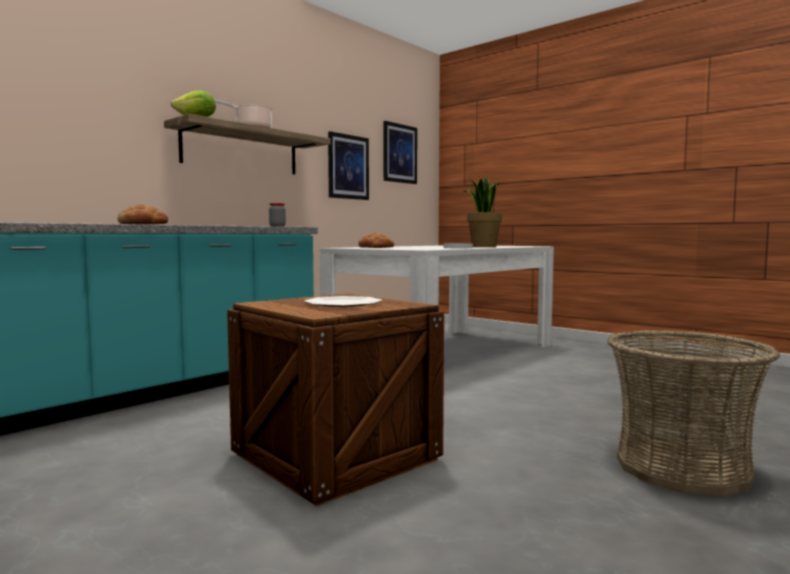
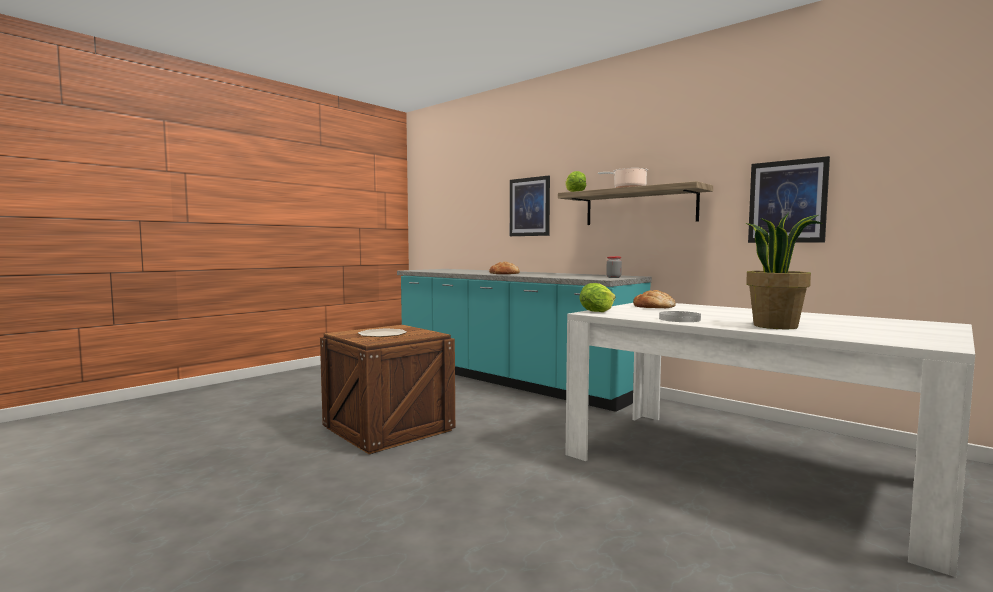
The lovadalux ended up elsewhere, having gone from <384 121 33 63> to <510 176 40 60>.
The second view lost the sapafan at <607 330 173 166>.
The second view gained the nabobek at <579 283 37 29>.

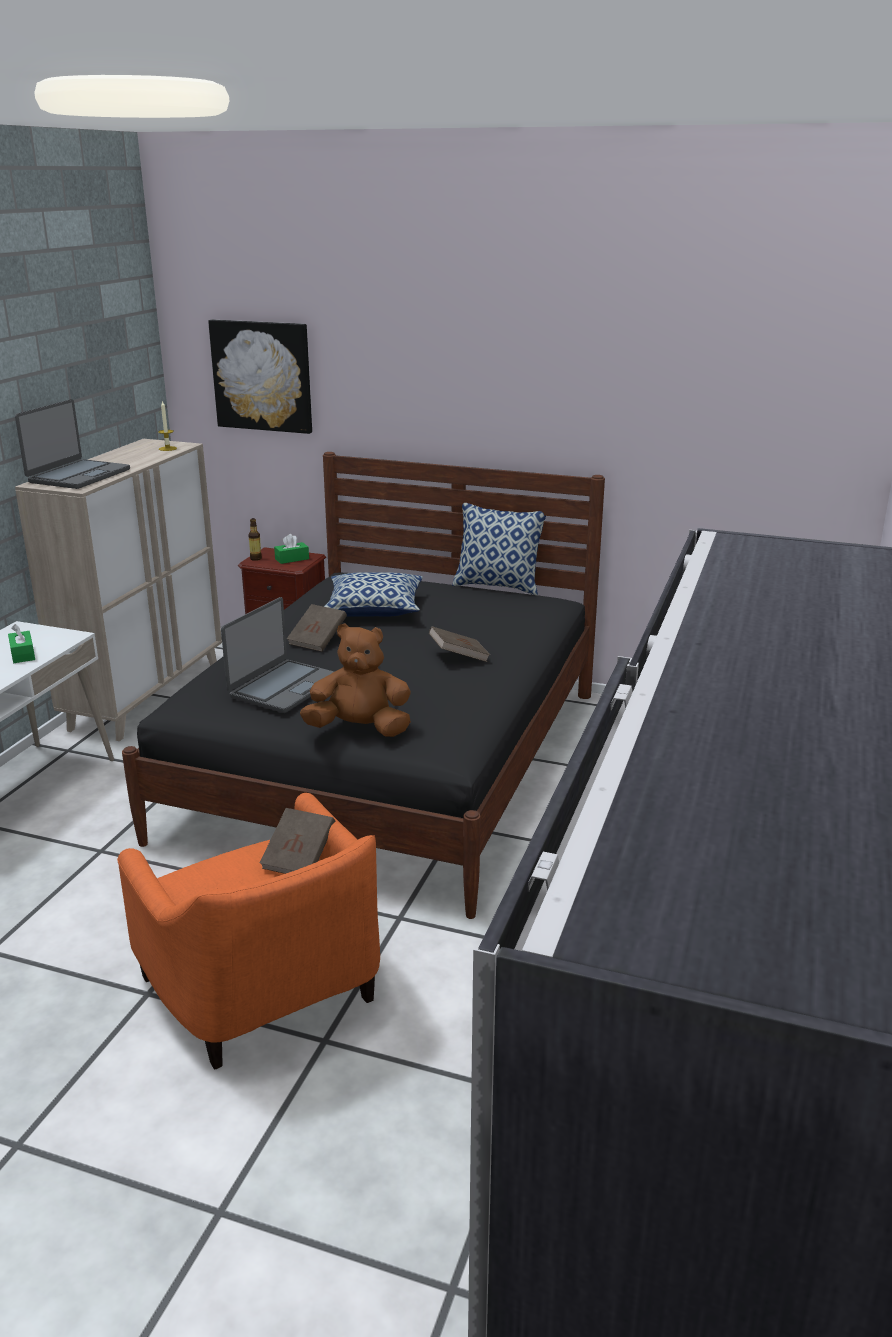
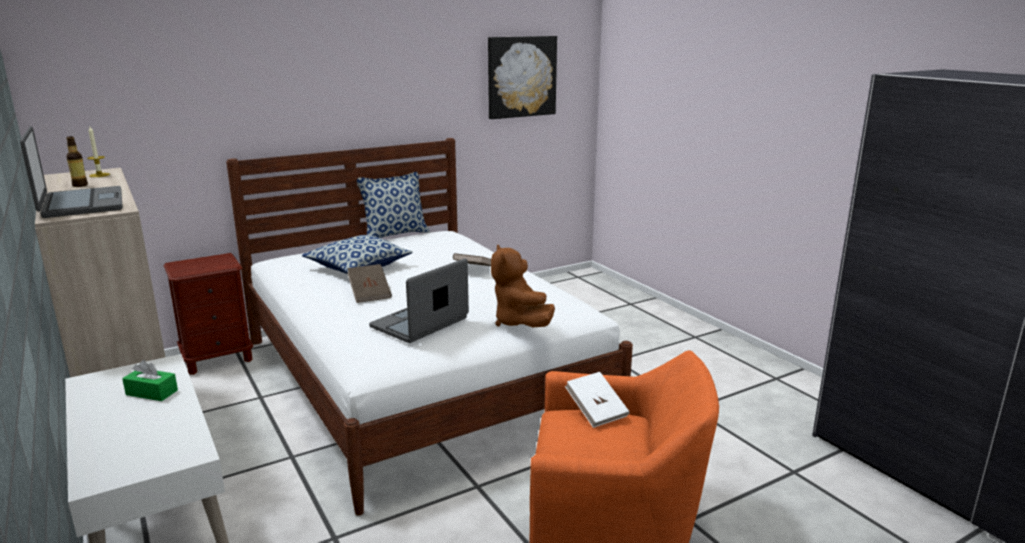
The lovadalux ended up elsewhere, having gone from <208 320 104 114> to <488 36 69 83>.
What was the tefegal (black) at <122 452 483 467> turned into the tefegal (white) at <226 138 407 378>.
The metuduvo ended up elsewhere, having gone from <248 518 14 43> to <66 136 22 51>.
The second view lost the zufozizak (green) at <274 534 35 30>.
The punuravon at <221 597 113 116> ended up facing another way, 120 degrees counterclockwise from before.
The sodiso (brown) at <300 624 111 113> ended up facing another way, 60 degrees counterclockwise from before.
What was the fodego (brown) at <260 808 75 66> turned into the fodego (white) at <565 372 64 56>.

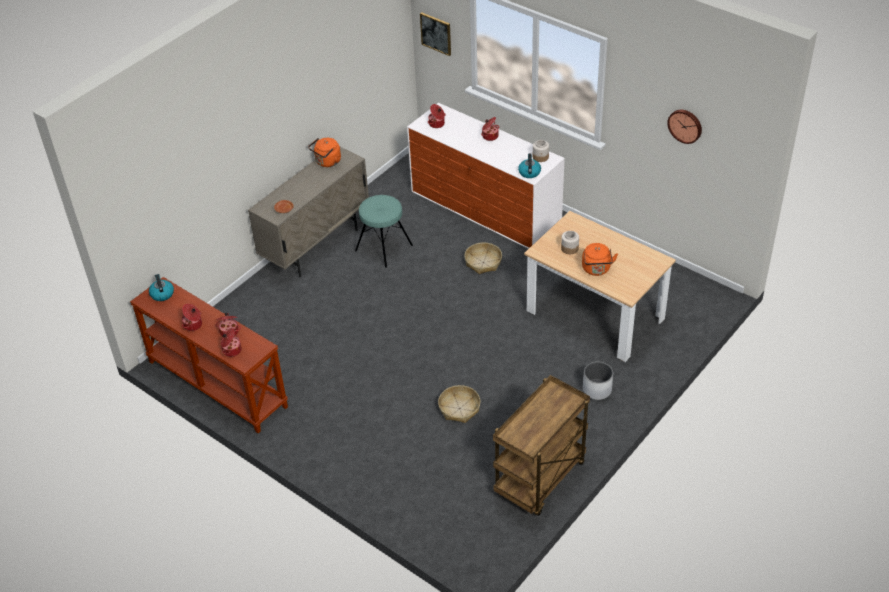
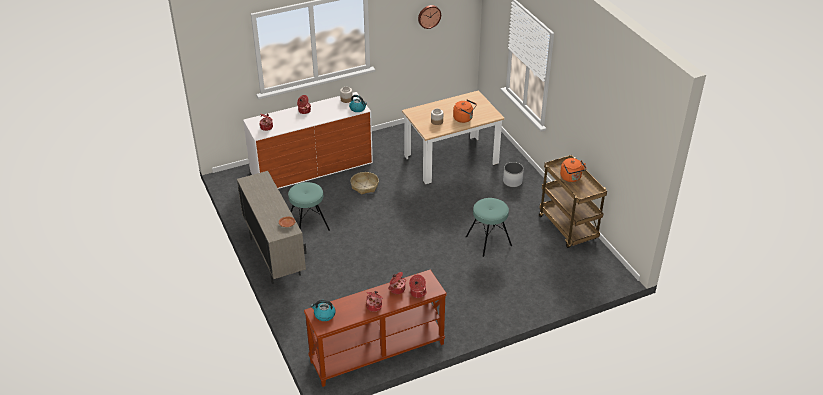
The second view lost the lovadalux at <420 12 31 44>.
The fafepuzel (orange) ended up elsewhere, having gone from <308 138 33 29> to <560 158 26 24>.
Where the sapafan stood at <438 385 42 38>, the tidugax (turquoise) came to stand at <466 198 46 59>.

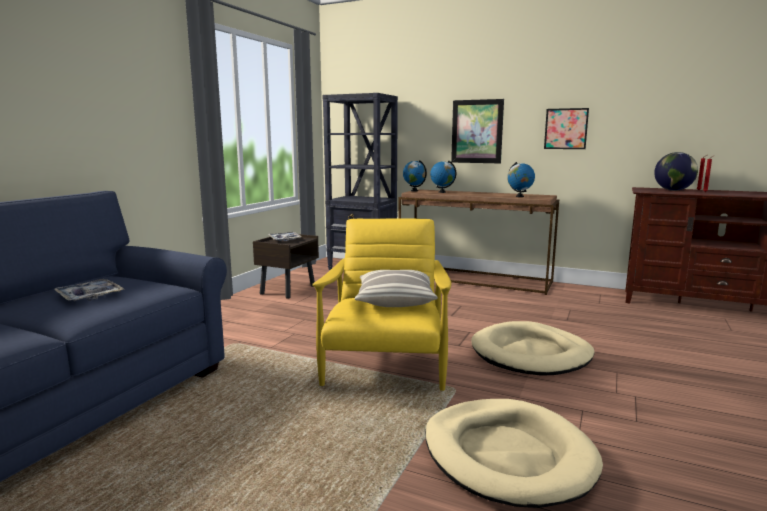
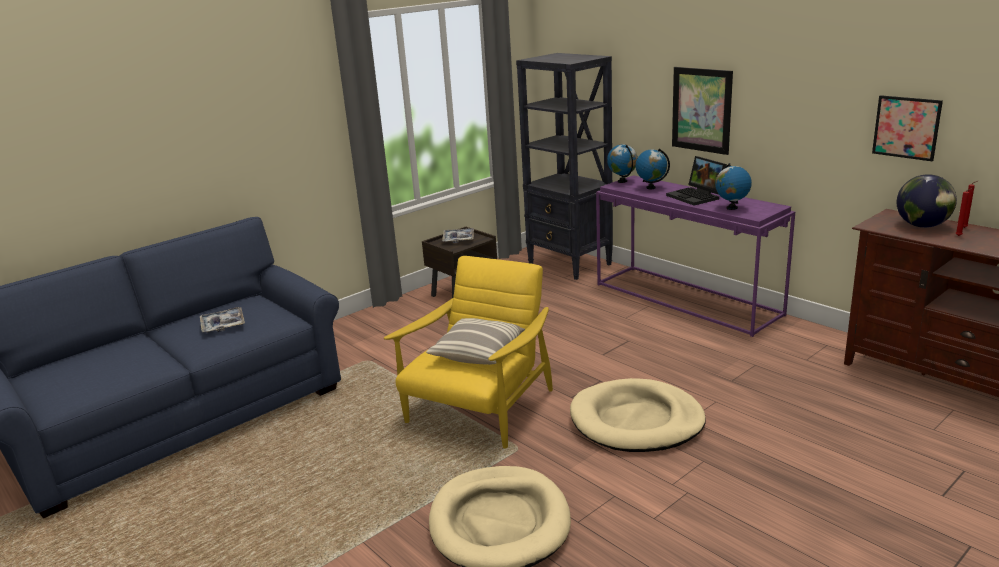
The lovadalux ended up elsewhere, having gone from <544 108 45 41> to <872 95 71 66>.
What was the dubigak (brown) at <398 189 161 106> turned into the dubigak (purple) at <596 175 199 162>.
The second view gained the punuravon at <666 156 61 50>.

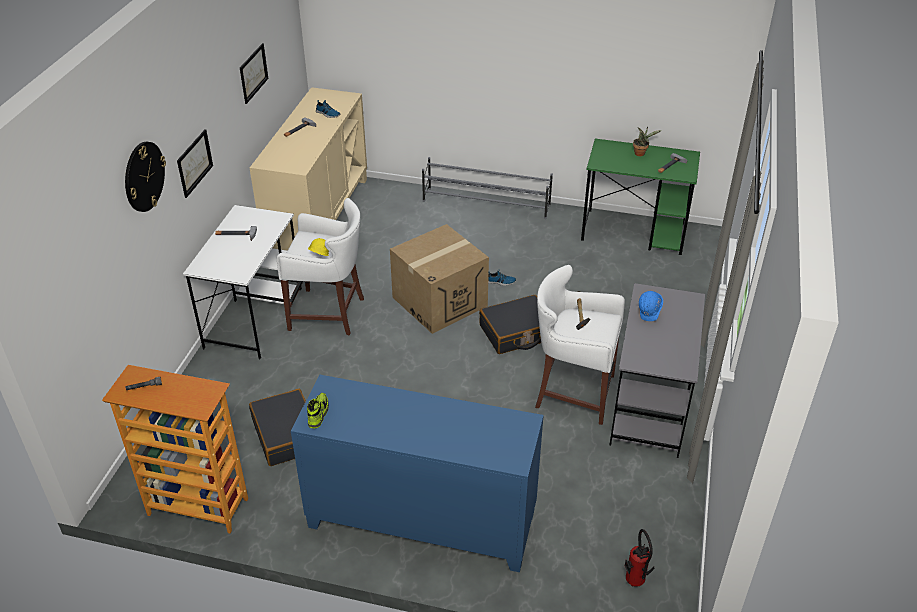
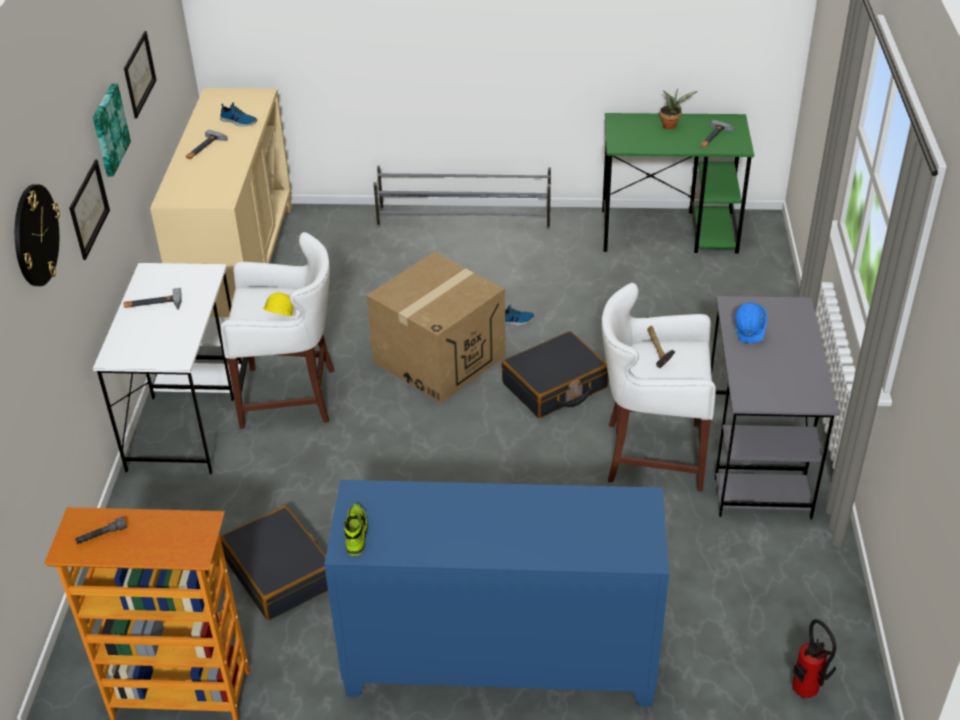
The second view gained the lovadalux at <93 83 38 93>.

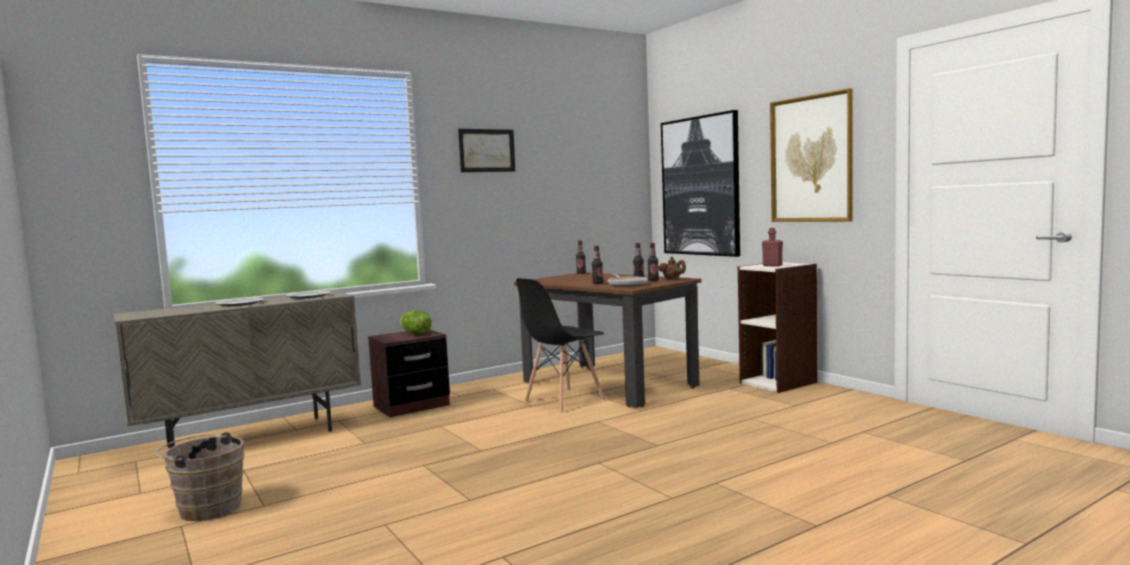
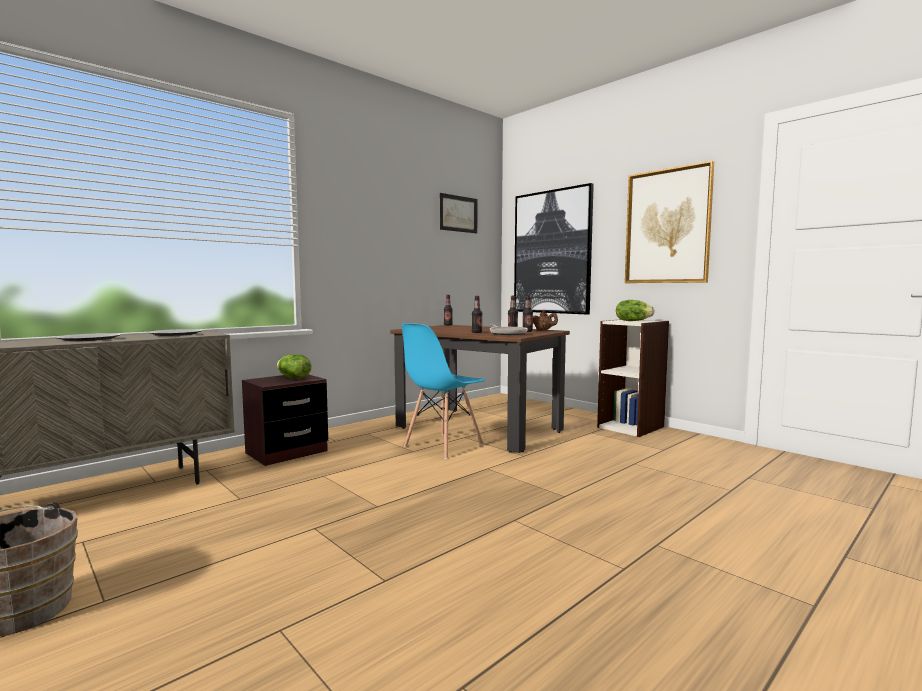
The lovadalux ended up elsewhere, having gone from <458 129 58 43> to <440 193 37 40>.
Where the metuduvo (red) stood at <762 228 21 38>, the nabobek came to stand at <616 300 39 21>.
What was the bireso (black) at <516 278 89 135> turned into the bireso (blue) at <402 323 83 136>.

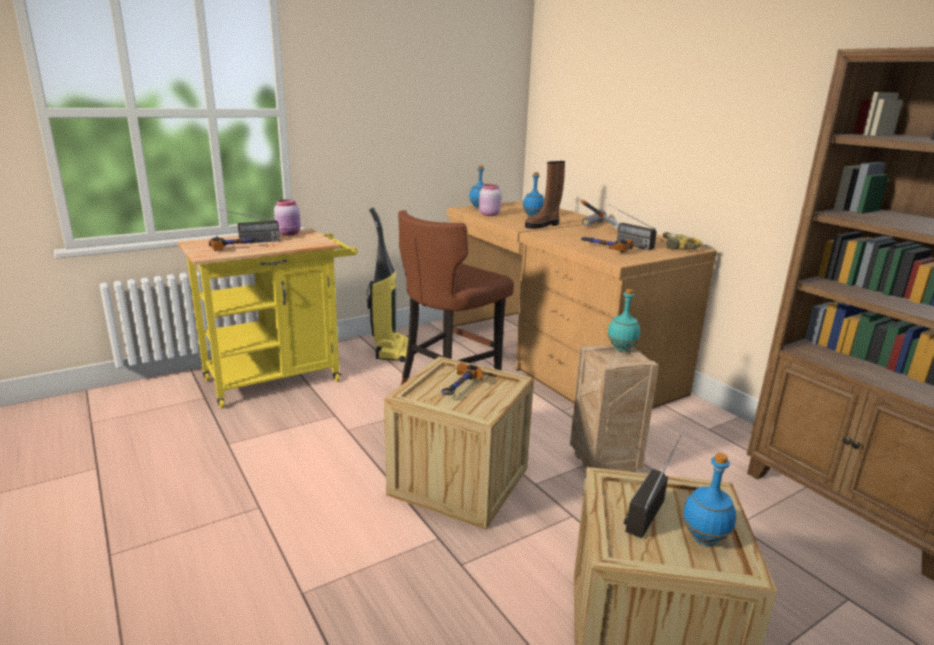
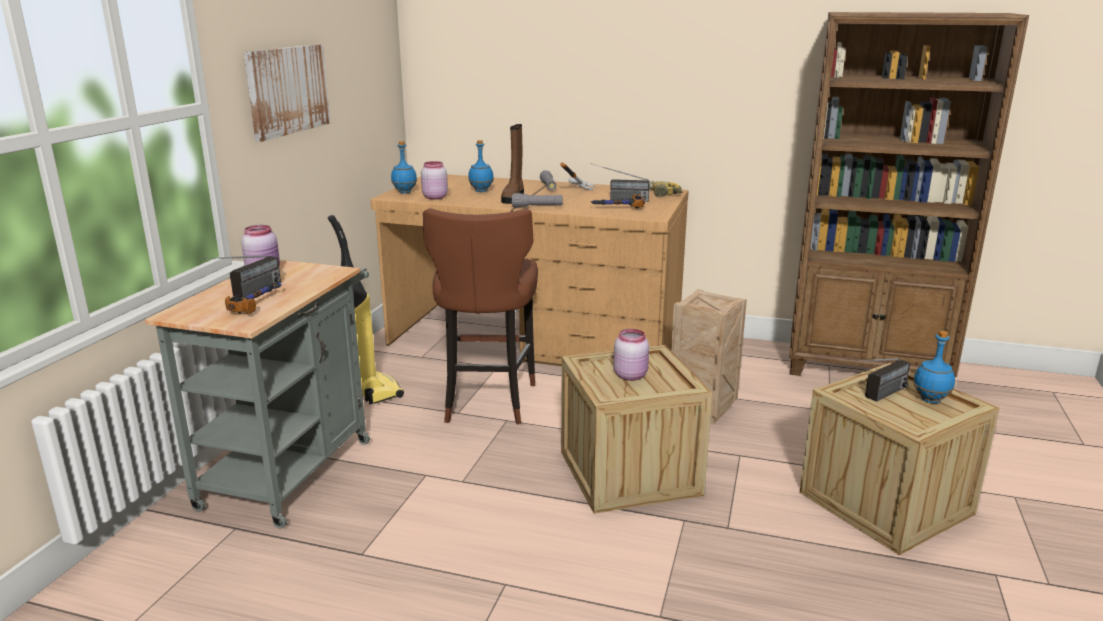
What was the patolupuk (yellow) at <178 228 179 181> turned into the patolupuk (grey) at <145 260 225 268>.
The second view lost the metuduvo (turquoise) at <607 289 33 63>.
Where the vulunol stood at <441 362 42 33>, the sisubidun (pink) came to stand at <614 329 35 52>.
The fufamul at <624 435 58 103> ended up facing another way, 120 degrees counterclockwise from before.
The second view gained the lovadalux at <244 44 86 98>.
The second view gained the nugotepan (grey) at <512 193 51 14>.

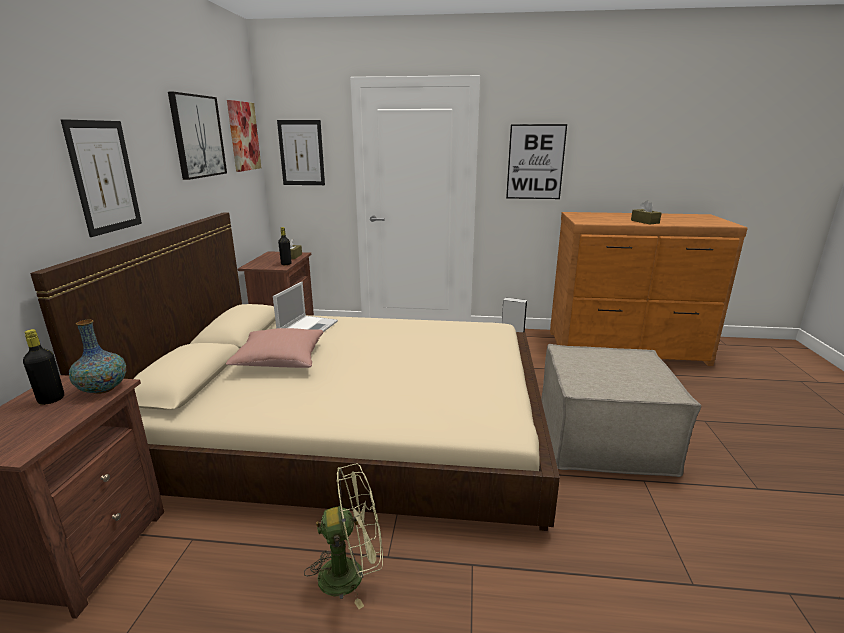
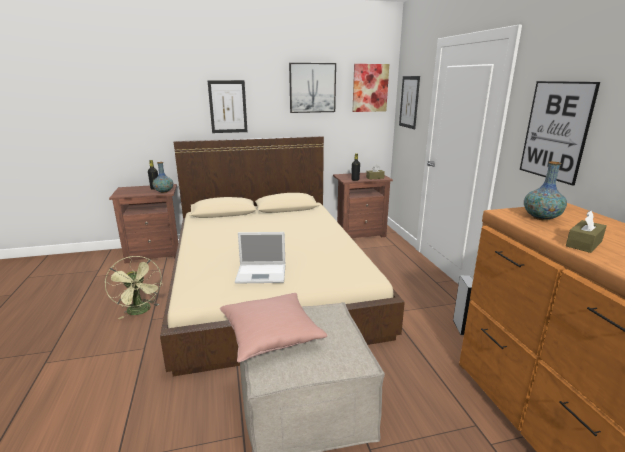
The punuravon ended up elsewhere, having gone from <273 282 65 49> to <235 232 50 52>.
The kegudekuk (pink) ended up elsewhere, having gone from <226 328 98 40> to <220 293 108 69>.
The second view gained the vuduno at <524 161 43 60>.

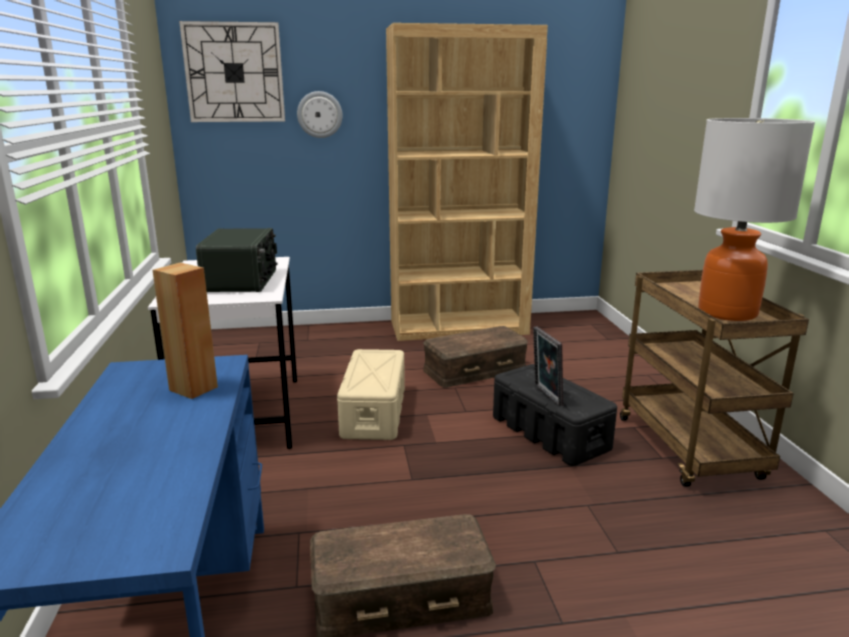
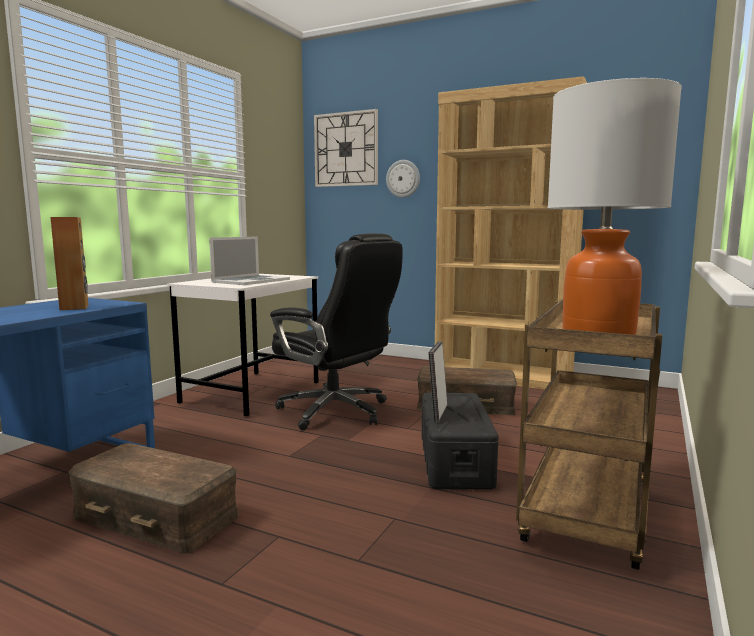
Where the fufamul stood at <196 228 82 64>, the punuravon came to stand at <209 236 81 49>.
Where the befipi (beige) stood at <337 349 68 91>, the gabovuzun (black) came to stand at <270 233 133 197>.

